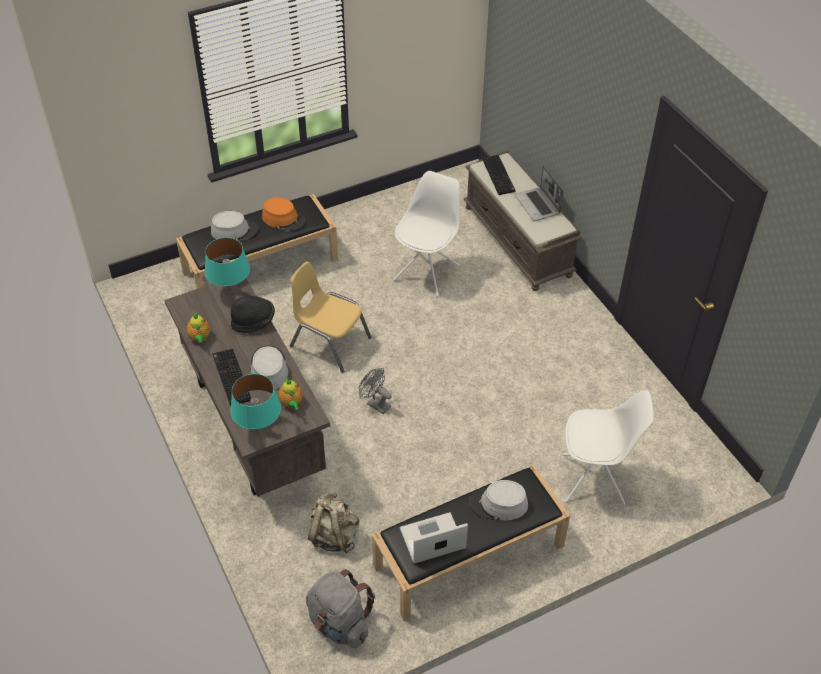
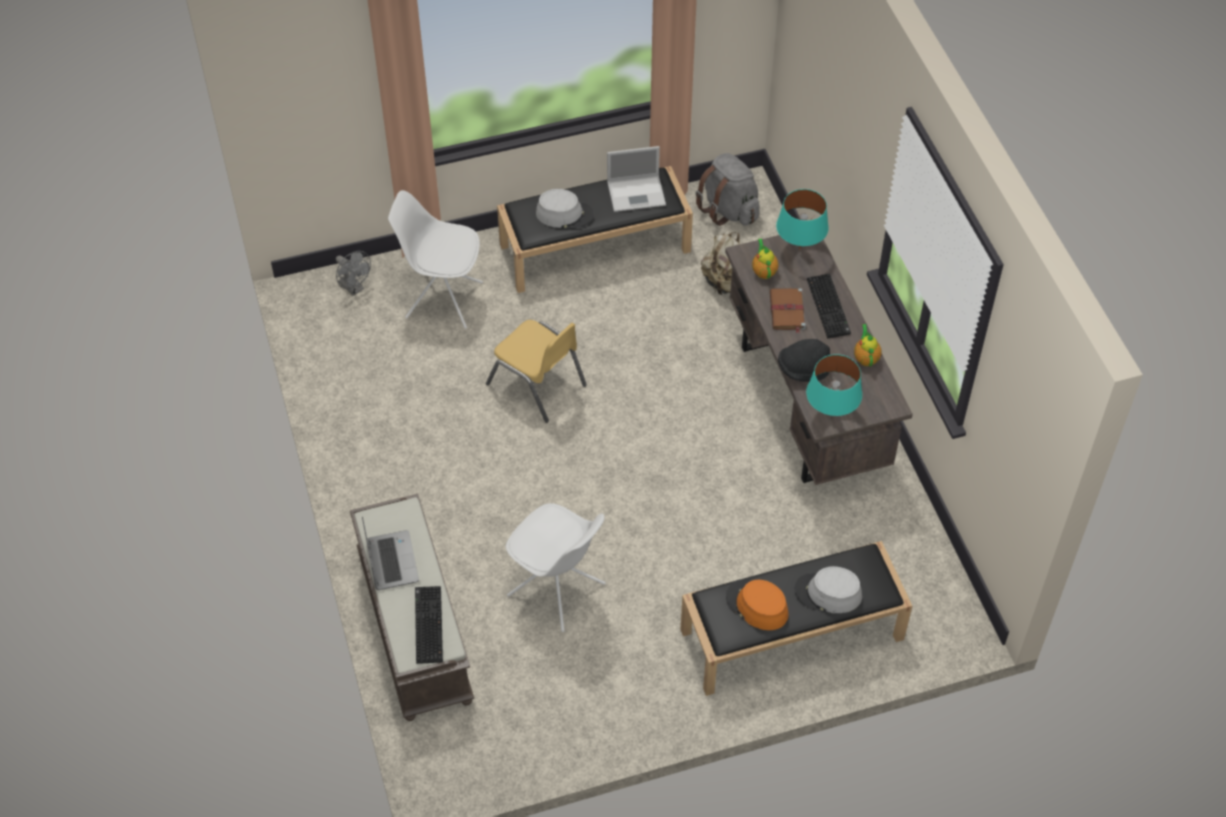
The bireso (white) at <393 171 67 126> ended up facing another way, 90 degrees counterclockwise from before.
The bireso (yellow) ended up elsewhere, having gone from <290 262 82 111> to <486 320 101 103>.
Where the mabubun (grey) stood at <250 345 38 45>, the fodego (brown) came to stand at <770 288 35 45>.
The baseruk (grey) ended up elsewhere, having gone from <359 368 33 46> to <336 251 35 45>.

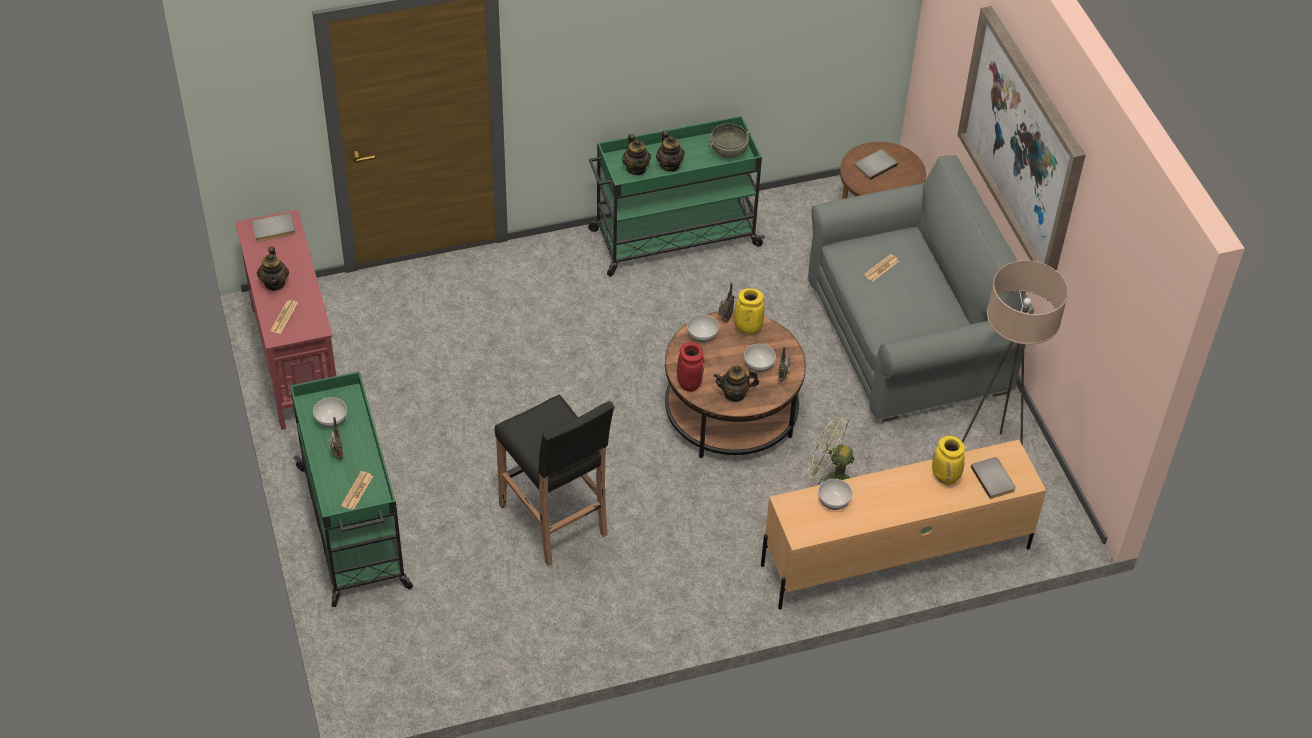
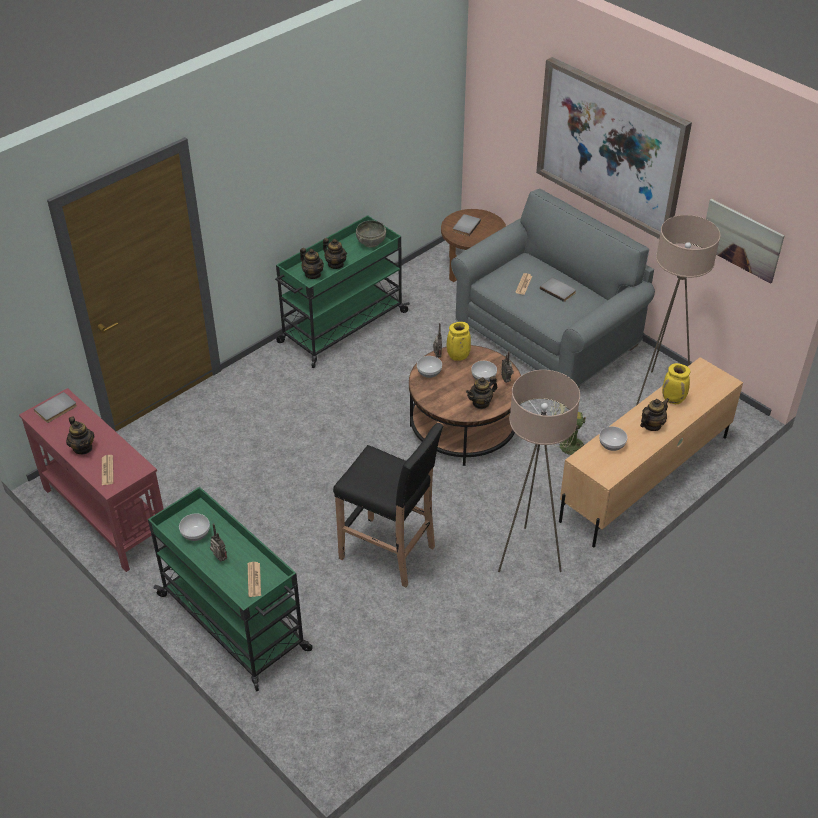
The second view lost the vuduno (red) at <677 342 27 50>.
The fodego (grey) ended up elsewhere, having gone from <971 457 45 42> to <540 277 36 25>.
The second view gained the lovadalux at <706 199 79 85>.
The second view gained the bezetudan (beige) at <498 370 82 202>.
The second view gained the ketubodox at <640 398 29 33>.

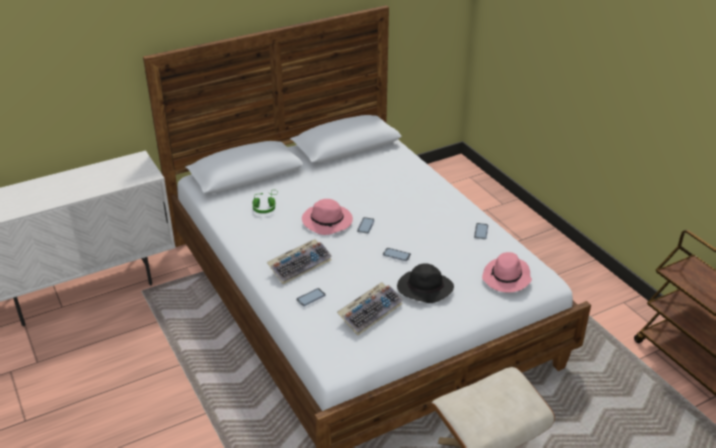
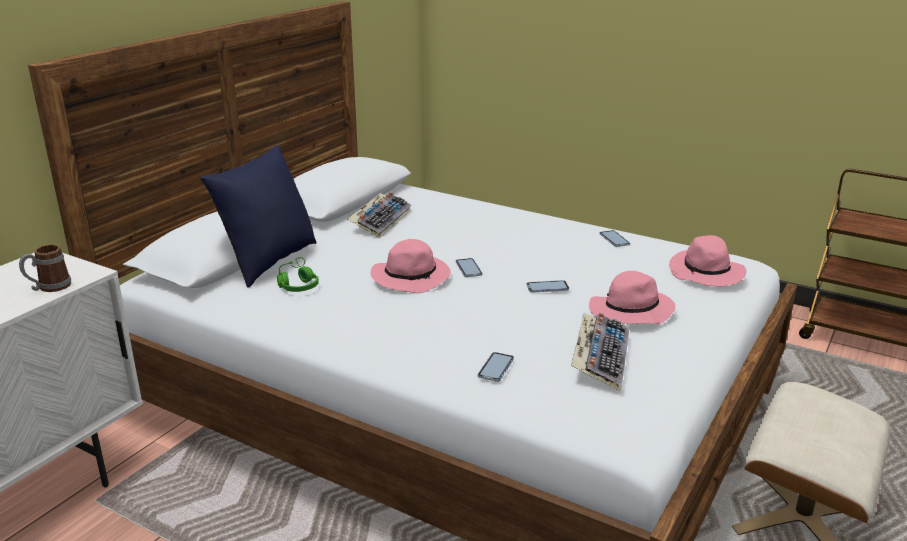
The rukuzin ended up elsewhere, having gone from <267 239 65 46> to <348 192 63 46>.
What was the mabubun (black) at <397 264 57 39> turned into the mabubun (pink) at <589 271 87 53>.
The second view gained the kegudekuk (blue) at <200 145 117 143>.
The second view gained the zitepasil at <19 244 52 48>.

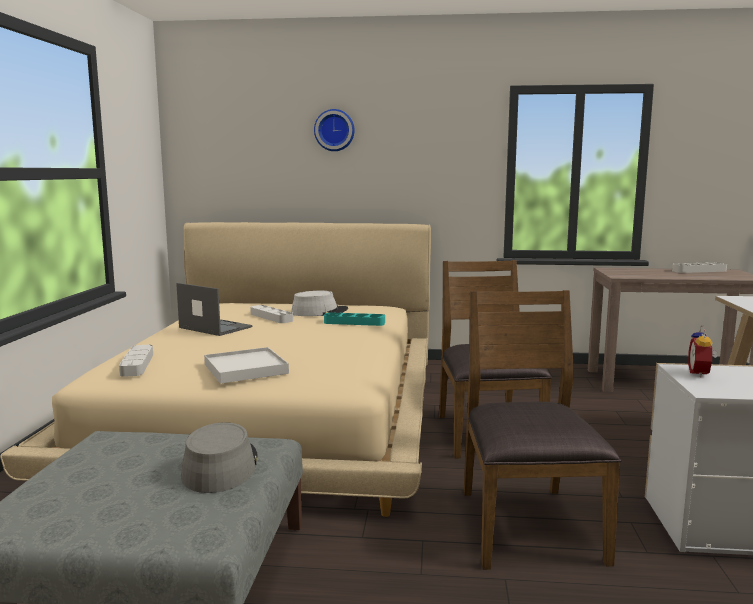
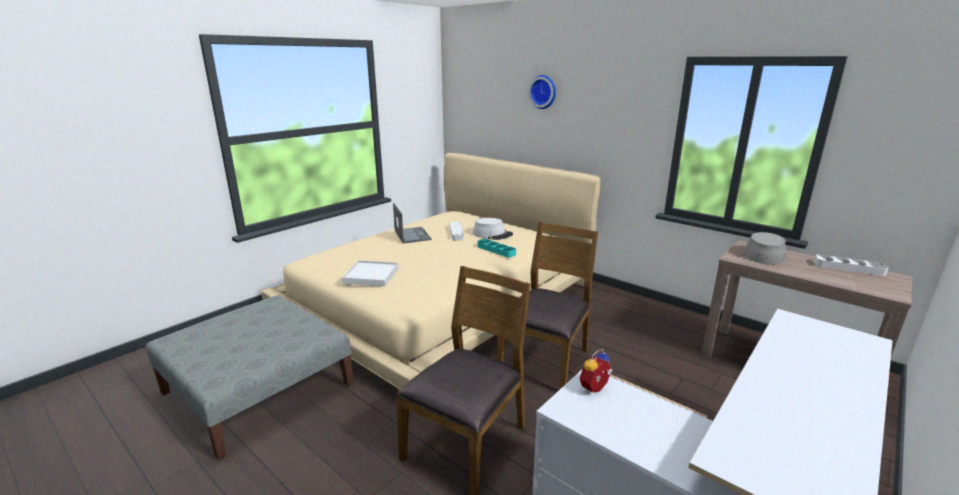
The second view lost the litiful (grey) at <119 345 34 32>.
The mabubun (grey) ended up elsewhere, having gone from <181 422 77 71> to <743 232 43 33>.

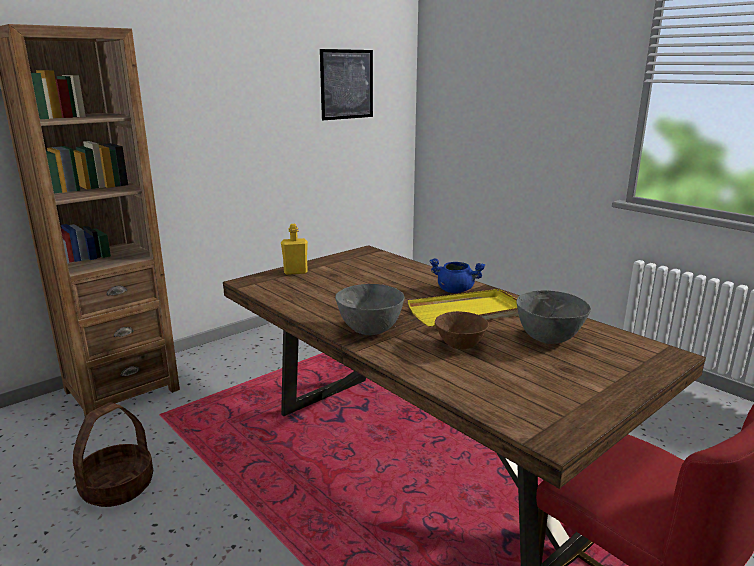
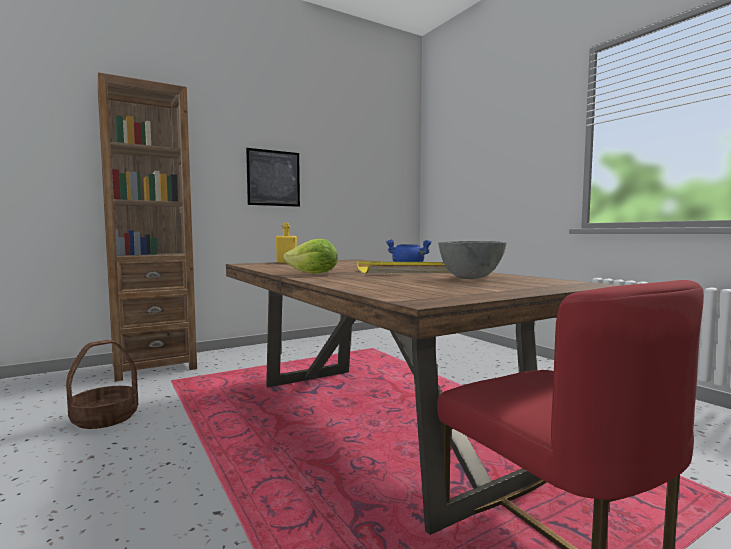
The lovadalux ended up elsewhere, having gone from <320 49 53 71> to <246 148 54 59>.
Where the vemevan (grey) stood at <335 284 69 51>, the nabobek came to stand at <283 239 55 34>.
The second view lost the vemevan (brown) at <435 311 54 38>.

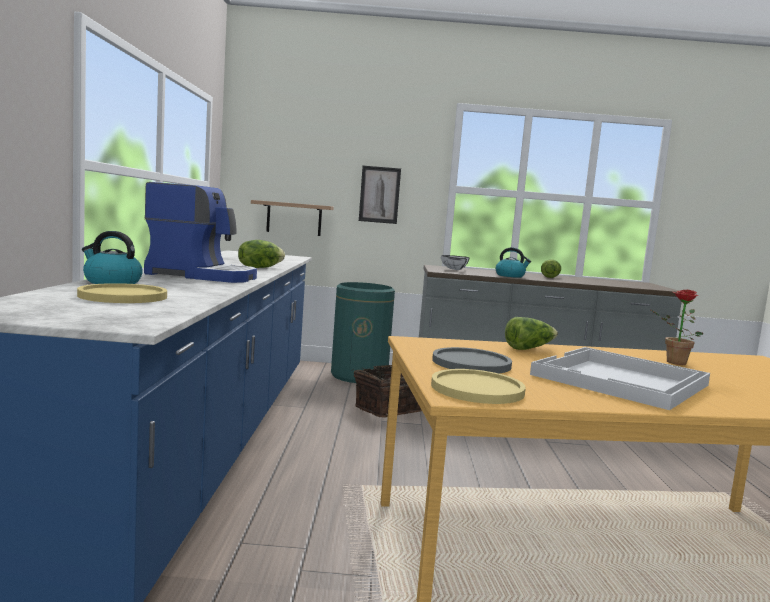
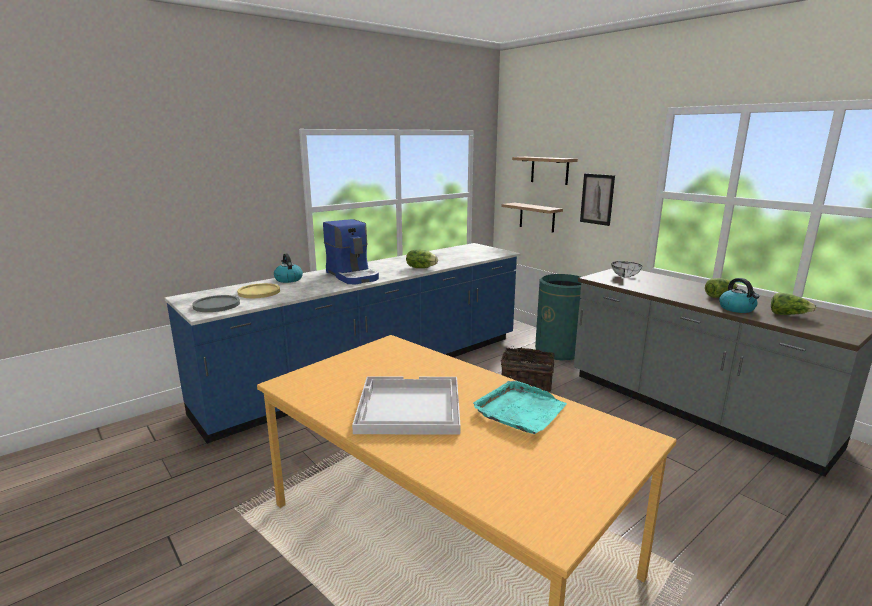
The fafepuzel ended up elsewhere, having gone from <495 248 36 30> to <719 278 40 35>.
Where the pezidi stood at <651 290 52 75>, the litiful (turquoise) came to stand at <473 381 94 53>.
The nabobek ended up elsewhere, having gone from <505 317 53 33> to <771 292 46 23>.
The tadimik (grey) ended up elsewhere, having gone from <432 347 80 26> to <192 295 48 17>.
The second view lost the tadimik (yellow) at <431 369 95 35>.
The second view gained the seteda at <512 157 66 28>.

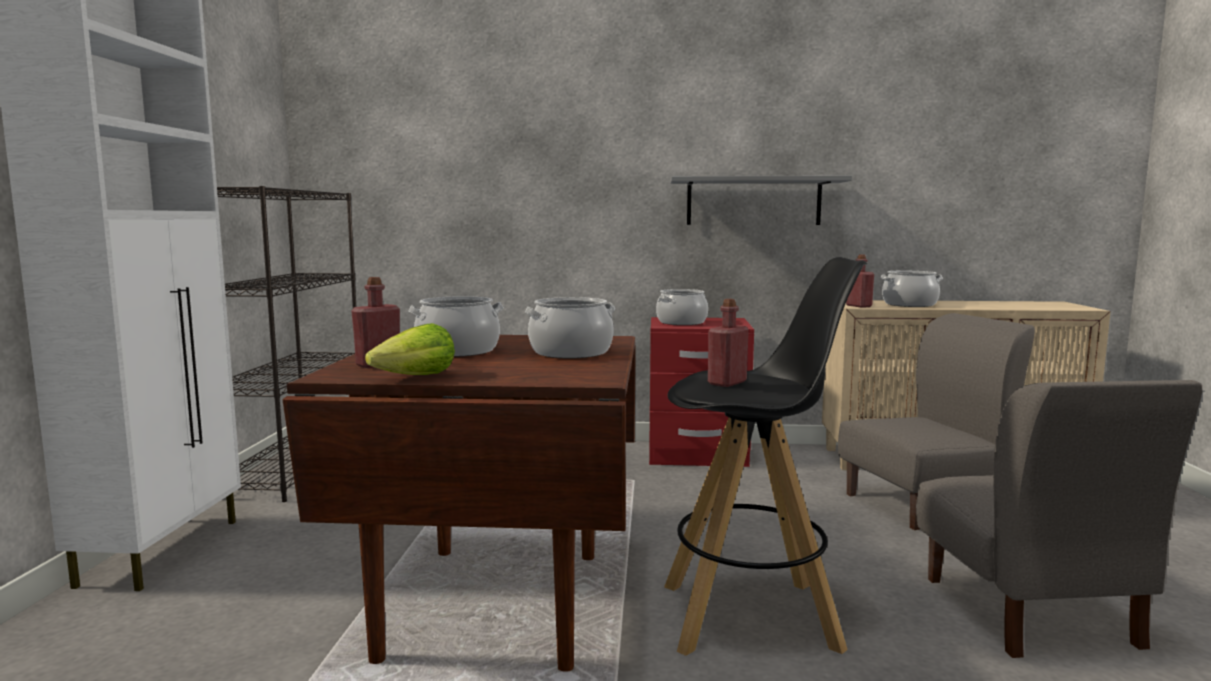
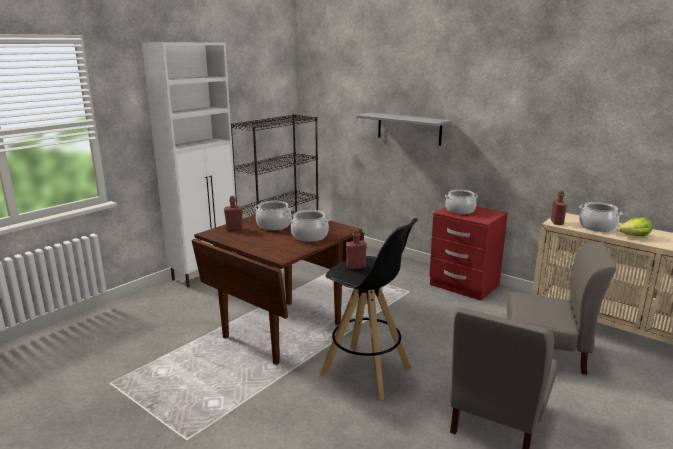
The seteda (grey) ended up elsewhere, having gone from <670 175 182 50> to <356 113 96 33>.
The nabobek ended up elsewhere, having gone from <365 323 90 52> to <617 217 35 19>.

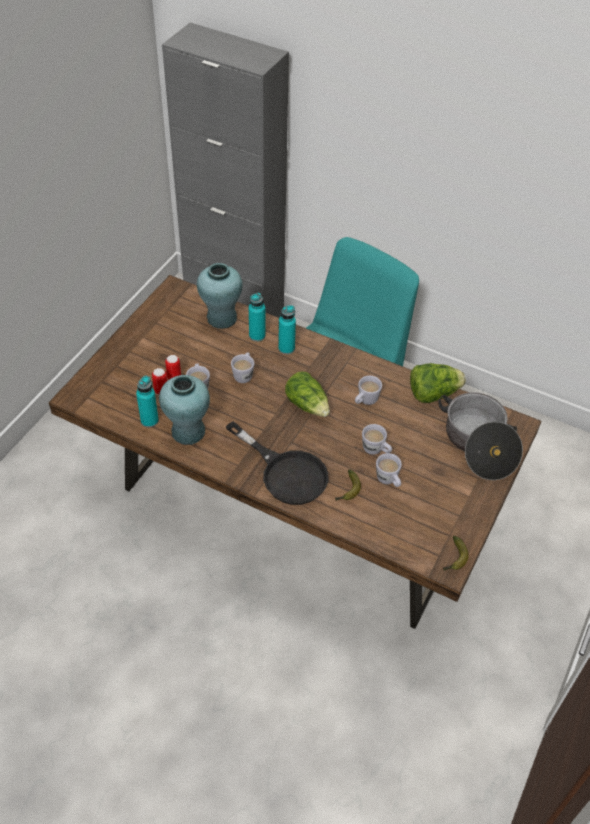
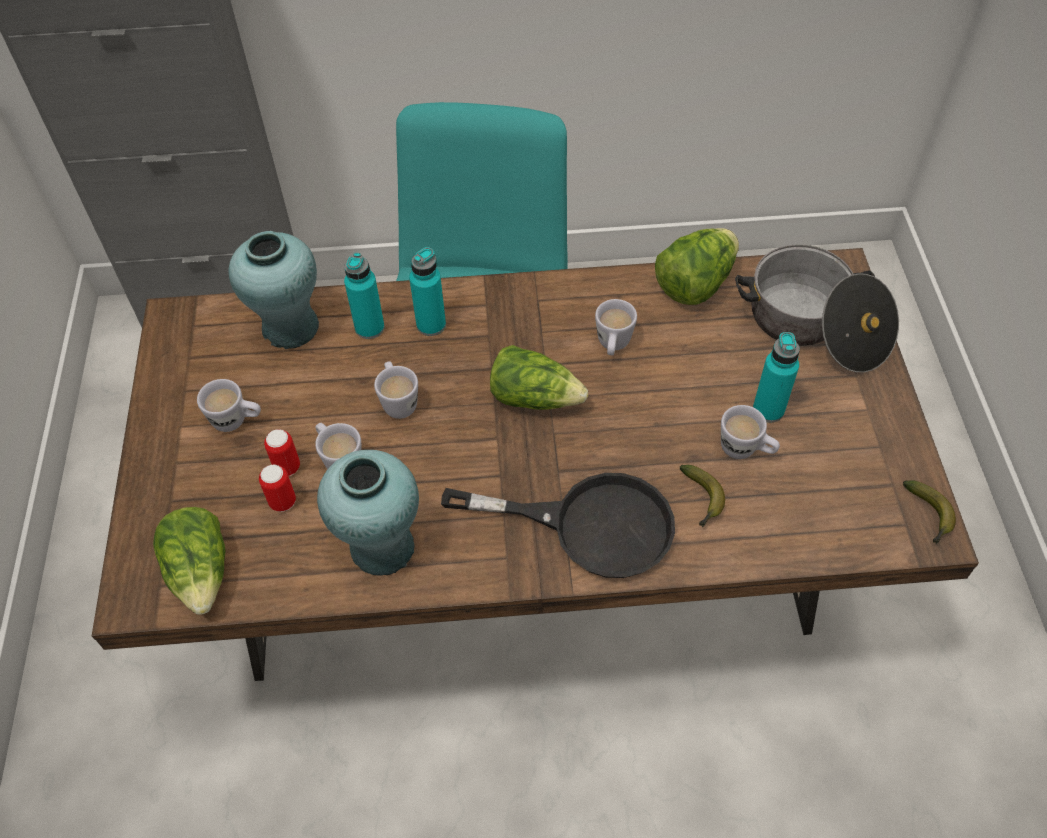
The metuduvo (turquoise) ended up elsewhere, having gone from <136 376 23 52> to <753 332 47 90>.
The zitepasil (white) ended up elsewhere, having gone from <362 424 30 31> to <197 379 64 53>.
The second view gained the nabobek at <153 507 73 108>.

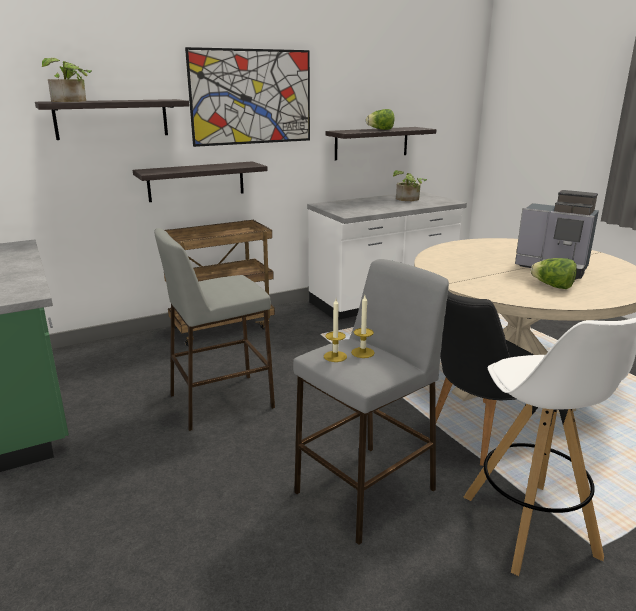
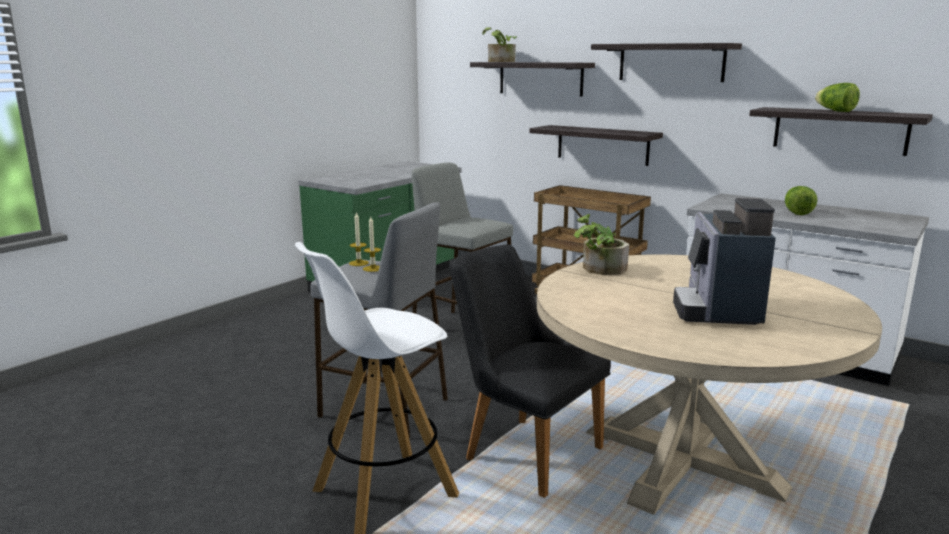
Where the lovadalux hung at <185 47 125 100>, the seteda came to hang at <591 43 151 39>.
The pezidi ended up elsewhere, having gone from <393 170 34 31> to <574 214 55 61>.
The nabobek ended up elsewhere, having gone from <531 258 46 31> to <785 186 33 29>.

